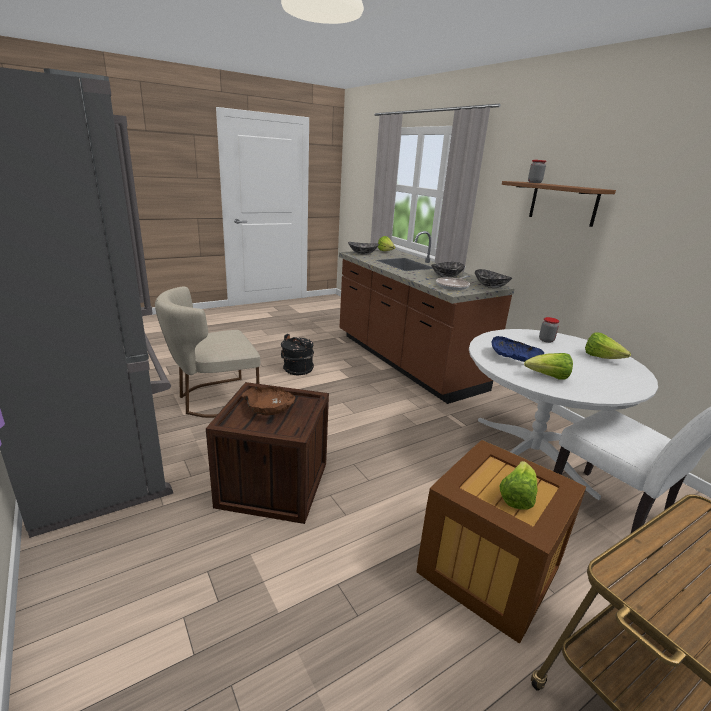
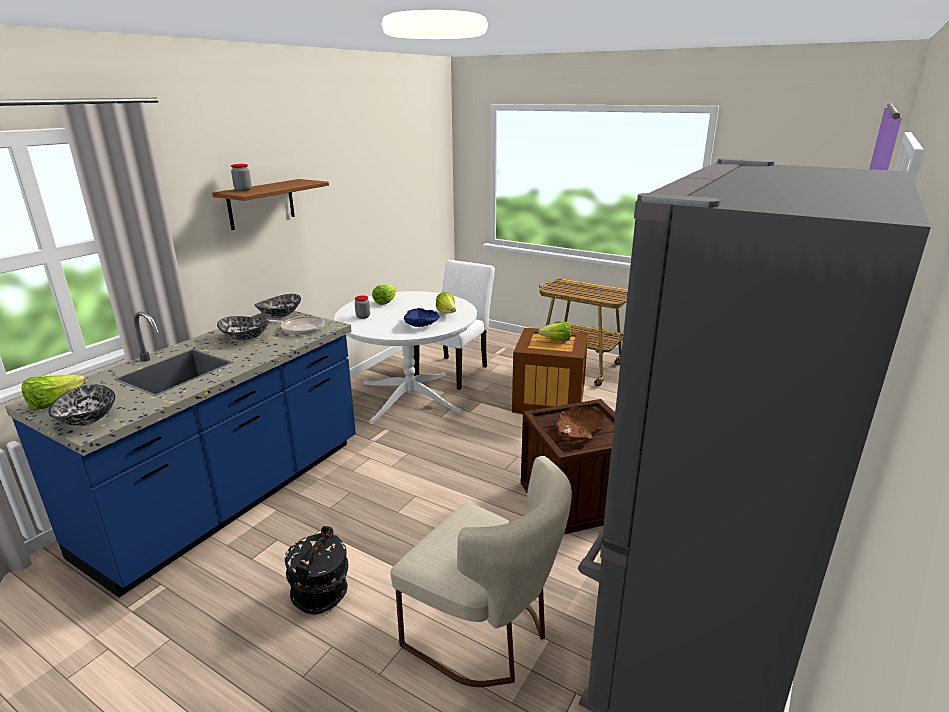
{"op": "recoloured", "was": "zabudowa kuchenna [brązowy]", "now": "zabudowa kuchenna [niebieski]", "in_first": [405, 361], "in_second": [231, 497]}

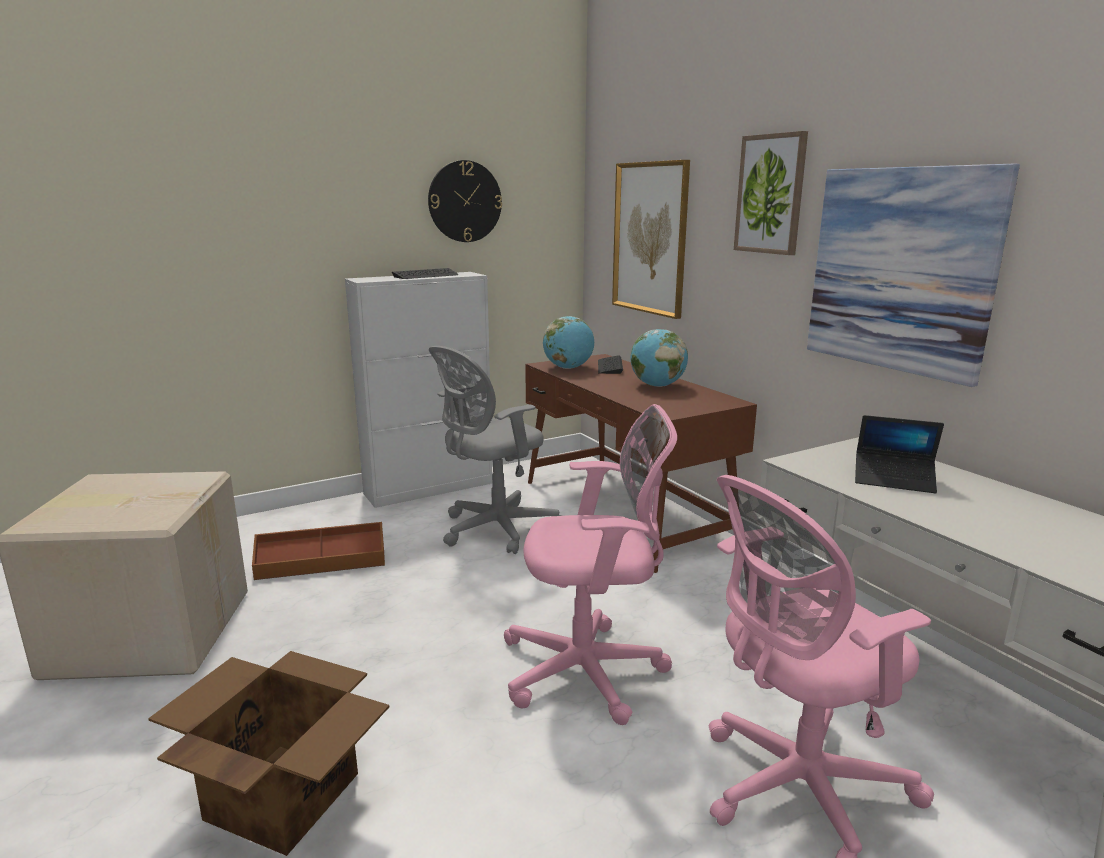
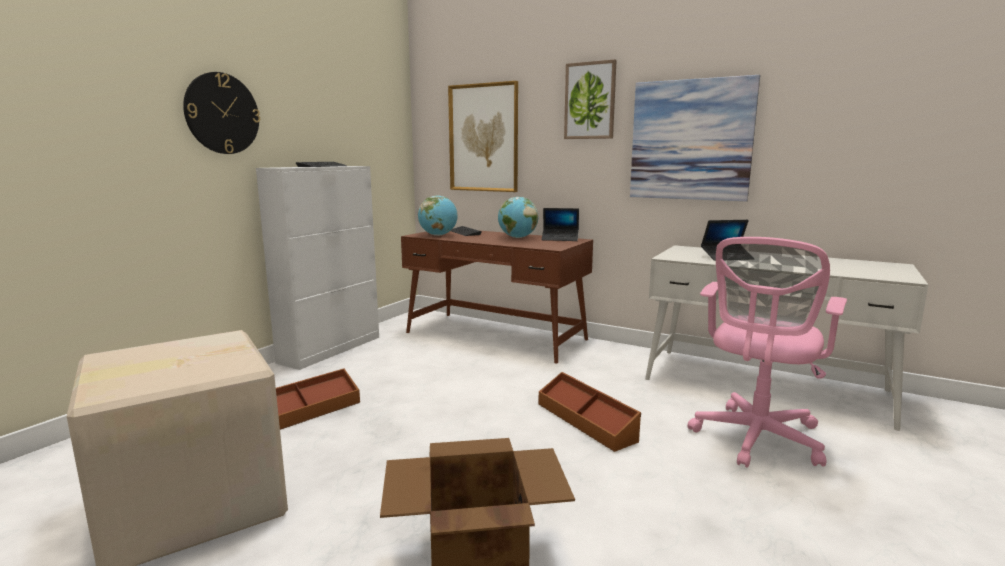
{"op": "moved", "was": "zegar ścienny", "in_first": [465, 201], "in_second": [222, 113]}
{"op": "removed", "was": "krzesło biurowe [szary]", "in_first": [494, 529]}
{"op": "replaced", "was": "krzesło biurowe [różowy]", "now": "pojemnik do przechowywania [brązowy]", "in_first": [590, 671], "in_second": [586, 421]}
{"op": "added", "now": "laptop", "in_second": [560, 239]}

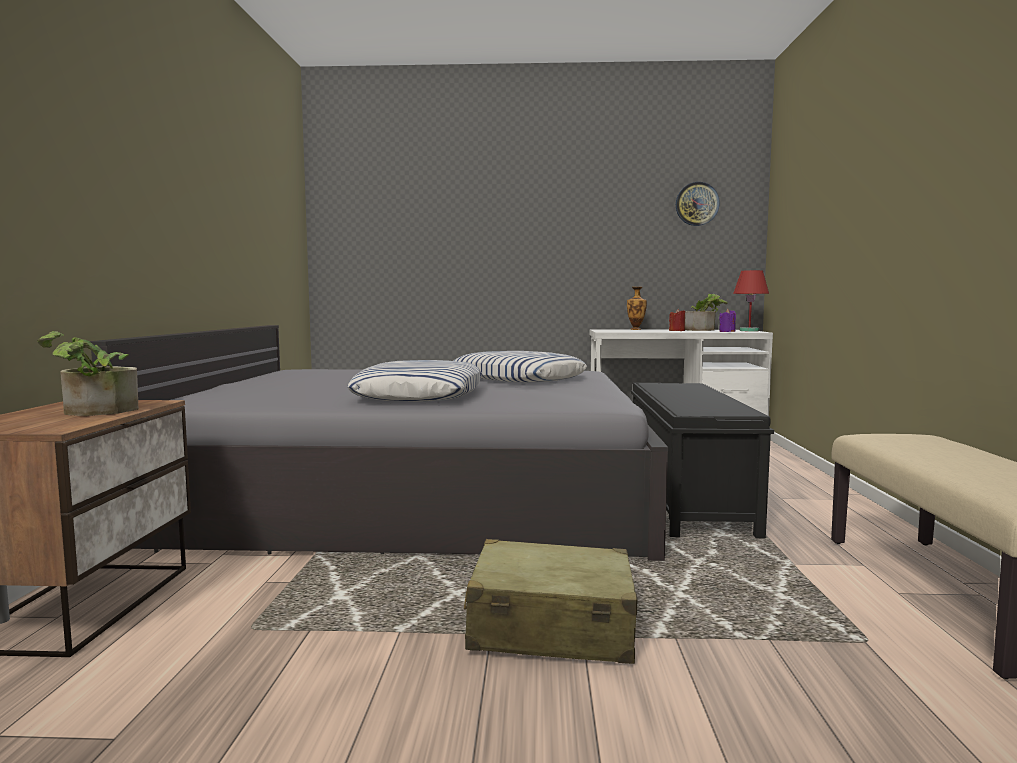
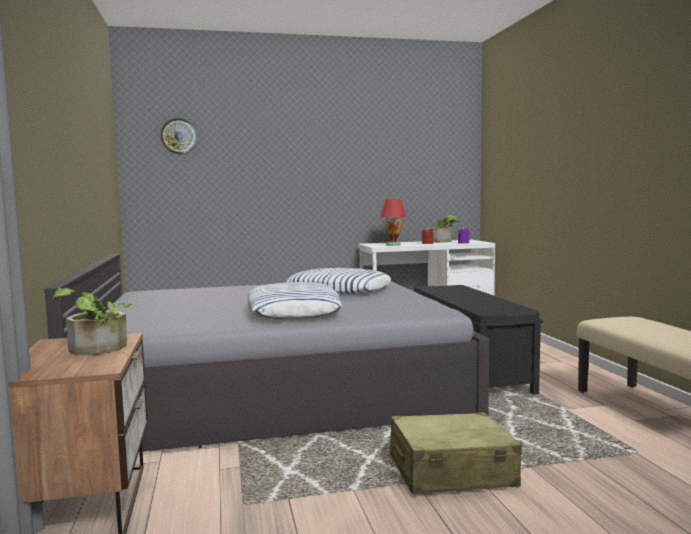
{"op": "moved", "was": "zegar ścienny", "in_first": [697, 204], "in_second": [179, 136]}
{"op": "moved", "was": "lampa stołowa [czerwony]", "in_first": [748, 331], "in_second": [392, 245]}

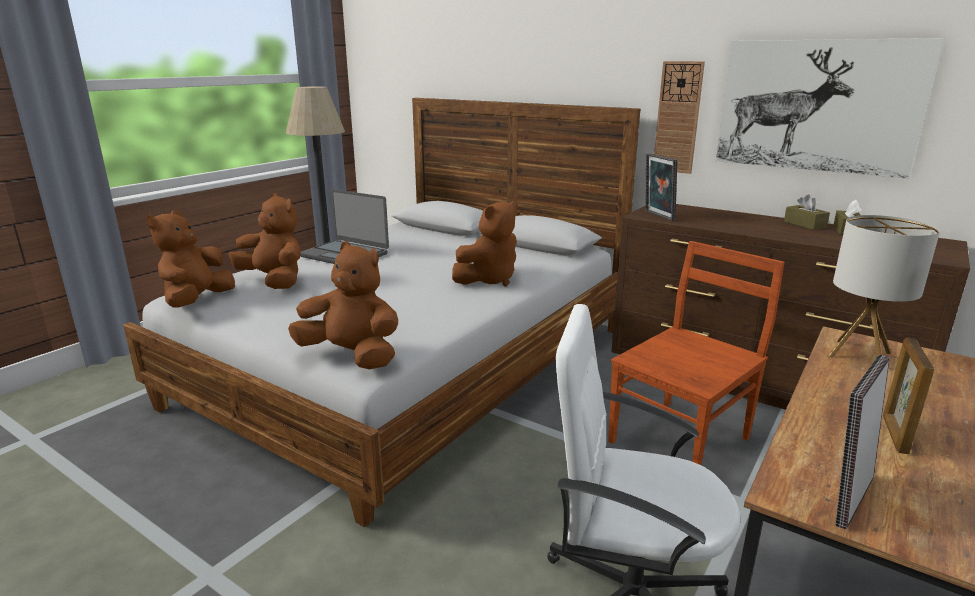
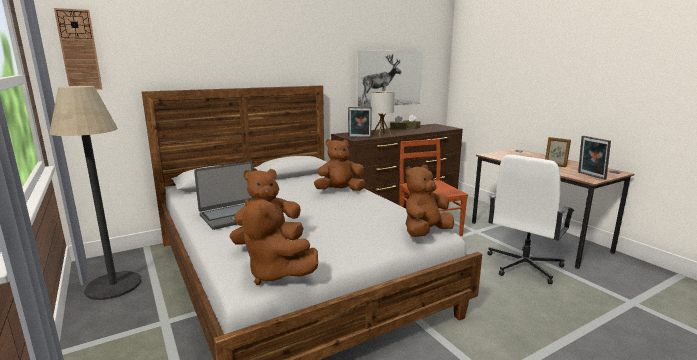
{"op": "moved", "was": "zegar ścienny", "in_first": [678, 118], "in_second": [79, 50]}
{"op": "turned", "was": "pluszak [brązowy]", "in_first": [489, 280], "in_second": [339, 191], "clockwise": -90}
{"op": "moved", "was": "lampa stołowa", "in_first": [859, 354], "in_second": [381, 135]}

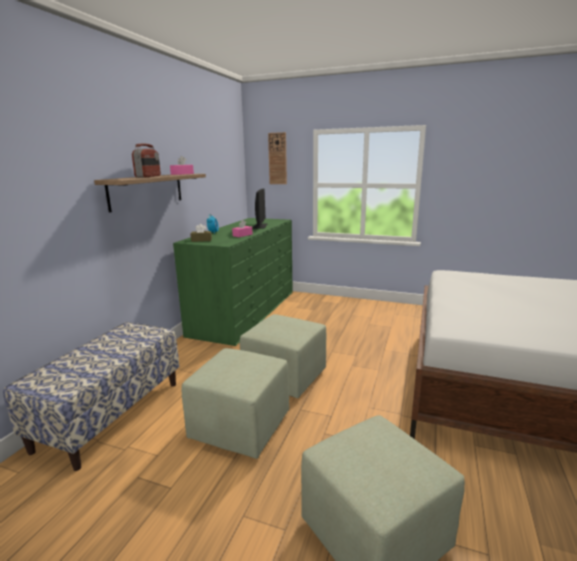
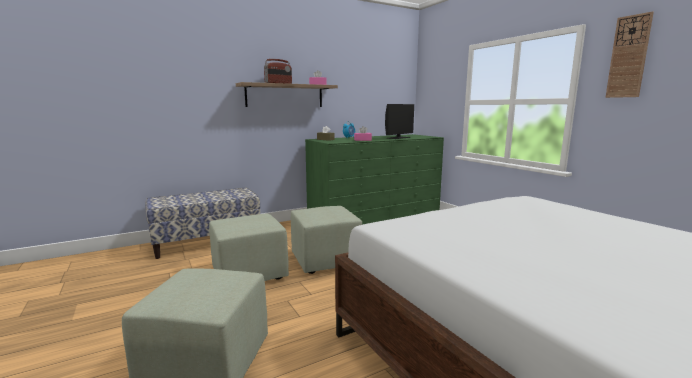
{"op": "moved", "was": "zegar ścienny", "in_first": [277, 158], "in_second": [628, 57]}

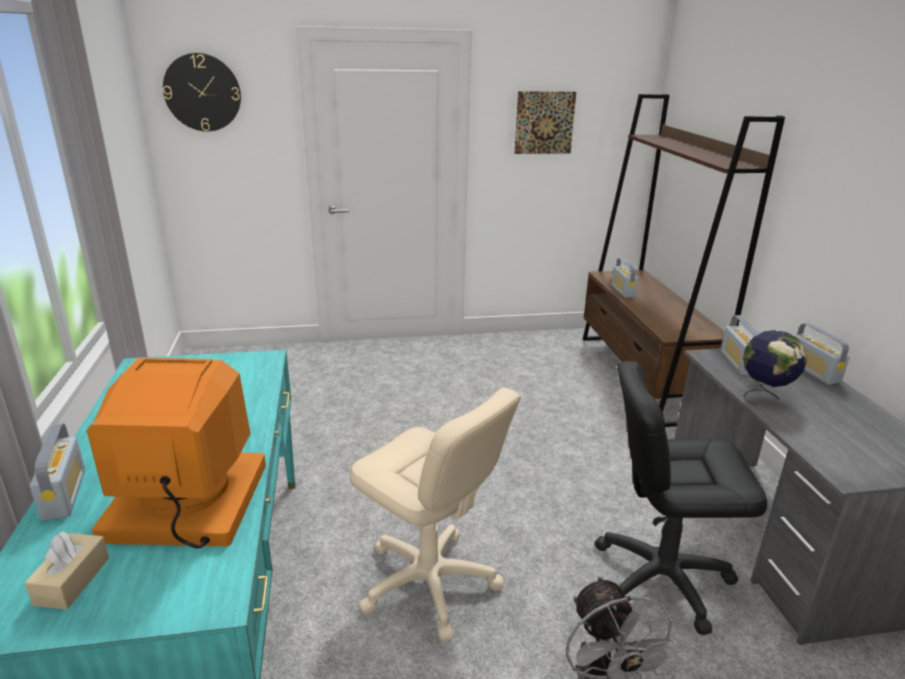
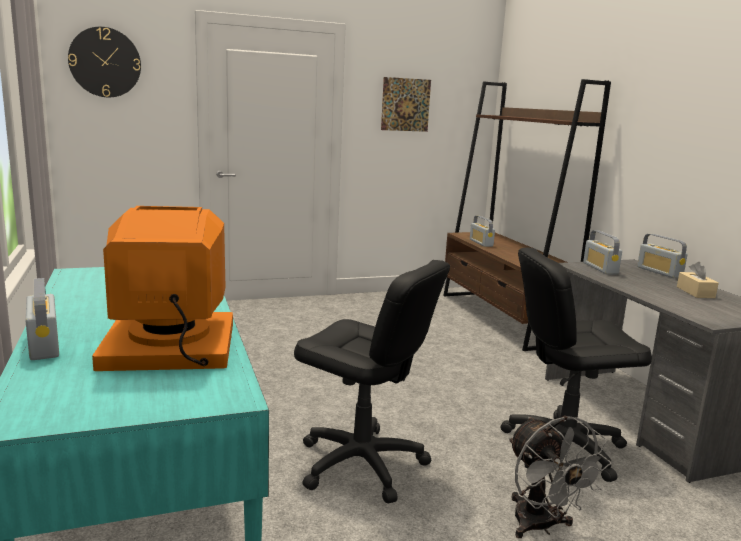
{"op": "removed", "was": "globus", "in_first": [764, 396]}
{"op": "recoloured", "was": "krzesło biurowe [beżowy]", "now": "krzesło biurowe [czarny]", "in_first": [428, 583], "in_second": [361, 464]}
{"op": "moved", "was": "pudełko chusteczek [beżowy]", "in_first": [72, 581], "in_second": [695, 292]}

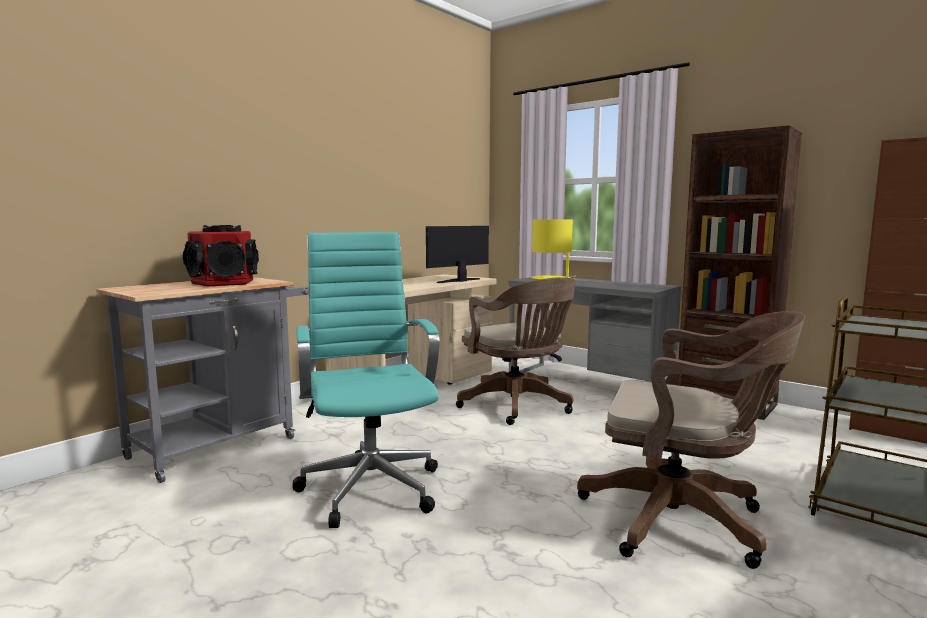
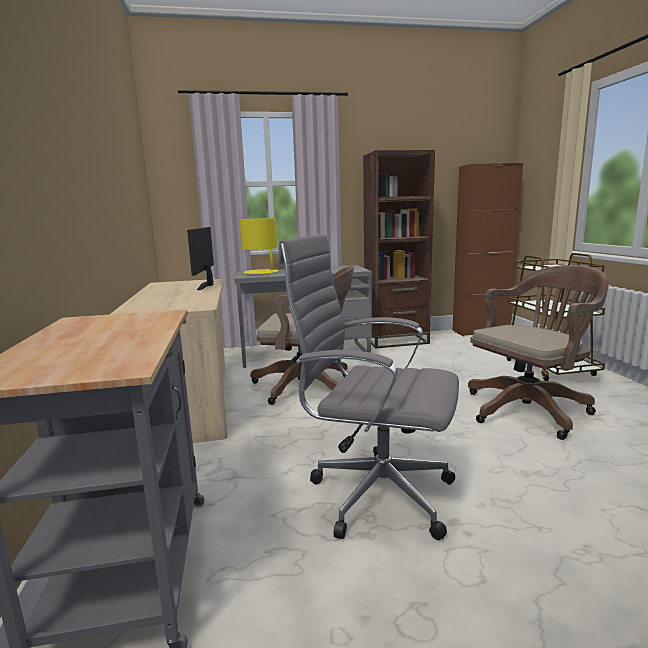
{"op": "removed", "was": "głośnik", "in_first": [223, 283]}
{"op": "recoloured", "was": "krzesło biurowe [turkusowy]", "now": "krzesło biurowe [szary]", "in_first": [370, 486], "in_second": [374, 493]}

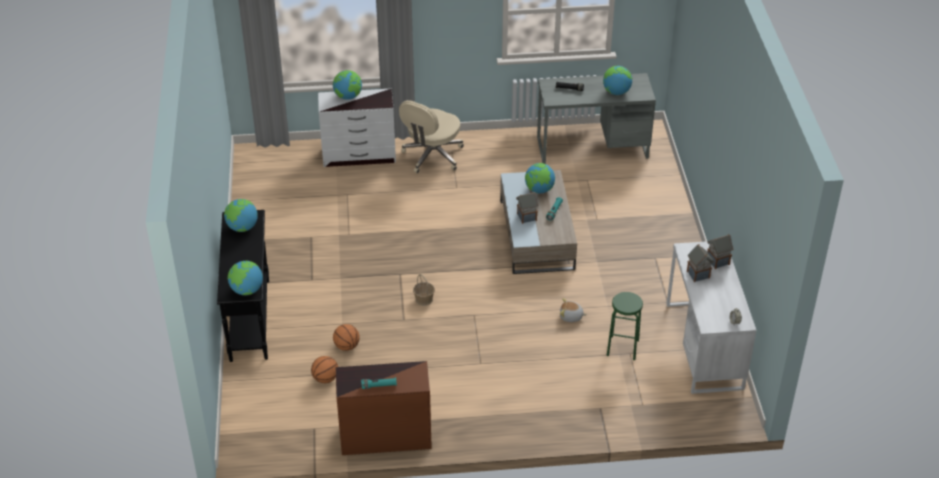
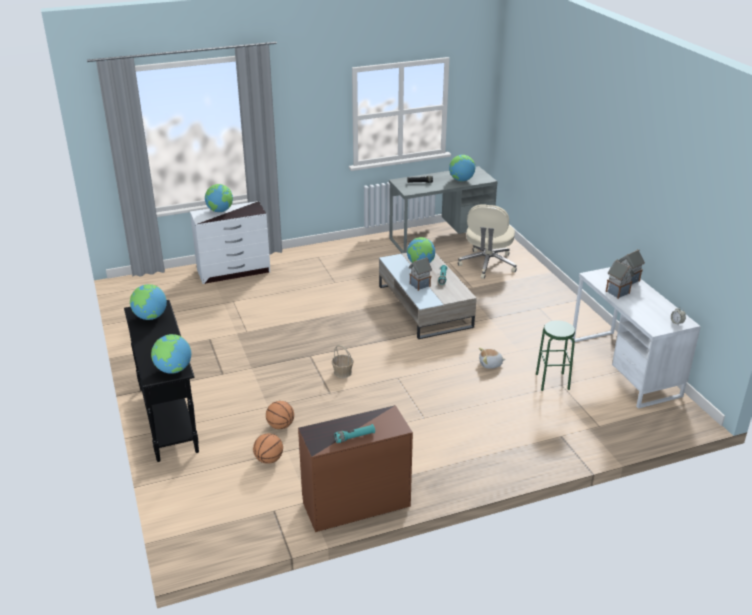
{"op": "moved", "was": "krzesło biurowe [beżowy]", "in_first": [432, 156], "in_second": [487, 265]}

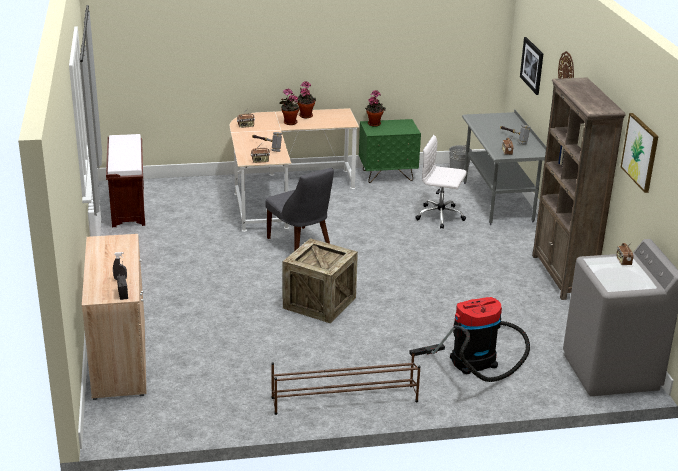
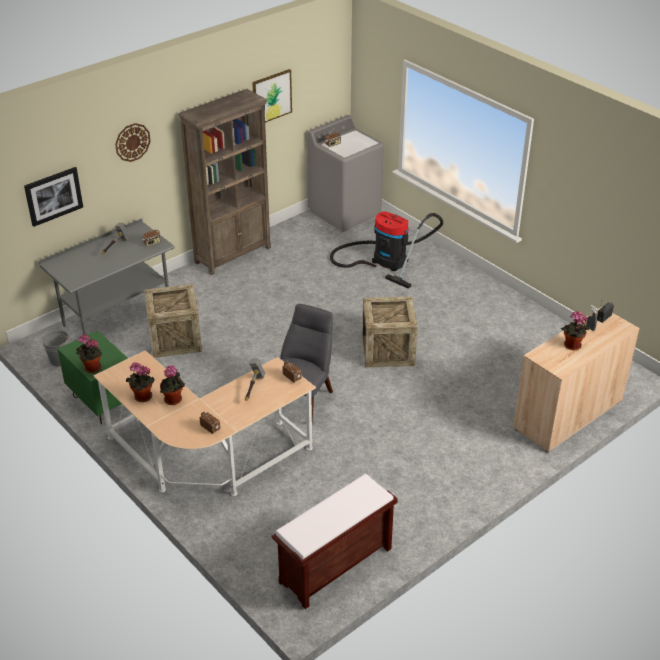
{"op": "replaced", "was": "krzesło biurowe [biały]", "now": "skrzynka", "in_first": [441, 216], "in_second": [175, 339]}
{"op": "removed", "was": "regał na buty [brązowy]", "in_first": [344, 399]}
{"op": "added", "now": "roślina doniczkowa", "in_second": [571, 346]}

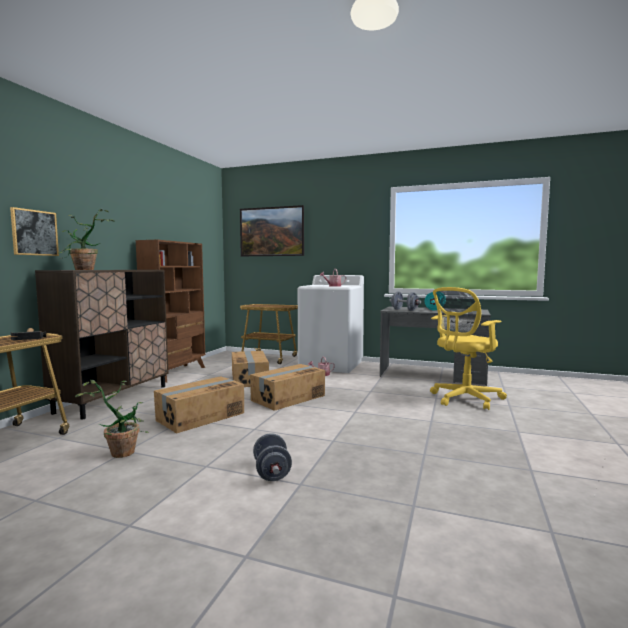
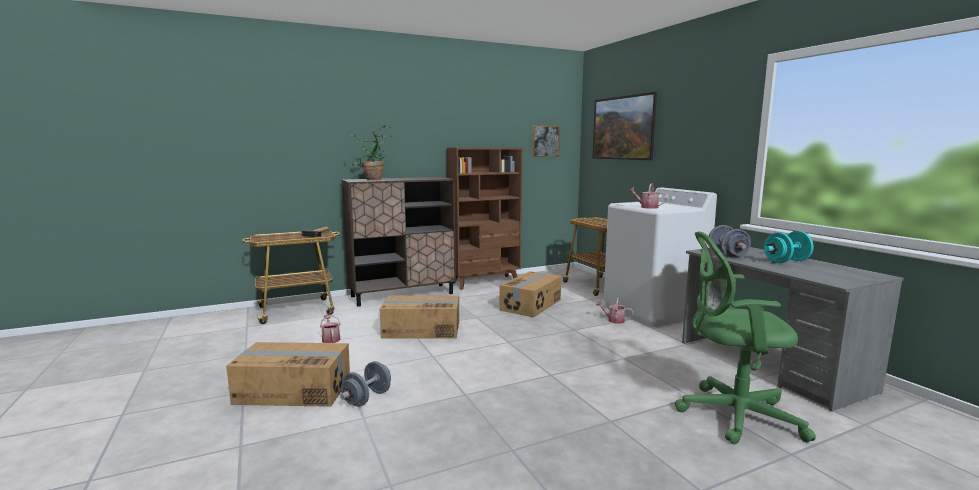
{"op": "moved", "was": "obraz", "in_first": [34, 233], "in_second": [545, 141]}
{"op": "recoloured", "was": "krzesło biurowe [żółty]", "now": "krzesło biurowe [zielony]", "in_first": [464, 399], "in_second": [732, 415]}
{"op": "moved", "was": "karton", "in_first": [288, 398], "in_second": [293, 390]}
{"op": "replaced", "was": "roślina doniczkowa", "now": "konewka", "in_first": [121, 451], "in_second": [330, 339]}

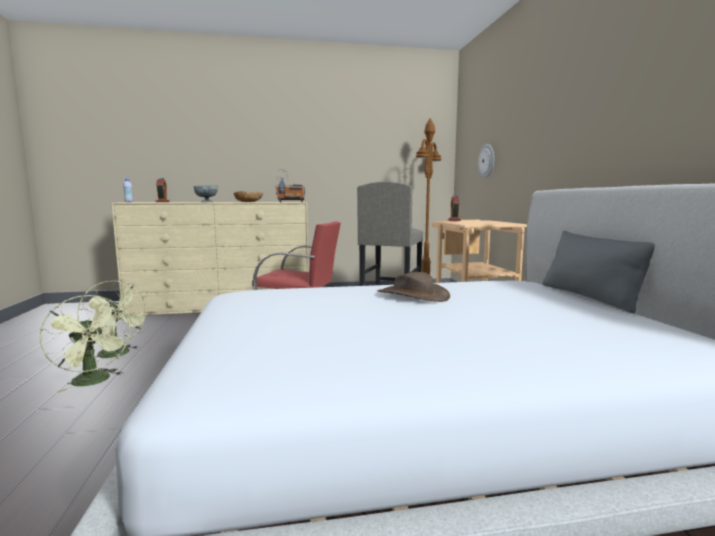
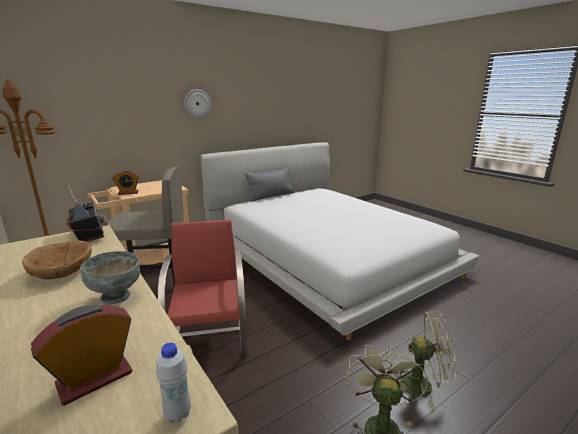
{"op": "moved", "was": "zegar ścienny", "in_first": [487, 161], "in_second": [197, 103]}
{"op": "removed", "was": "kapelusz [brązowy]", "in_first": [413, 295]}
{"op": "turned", "was": "wentylator [zielony]", "in_first": [94, 382], "in_second": [423, 385], "clockwise": 75}

